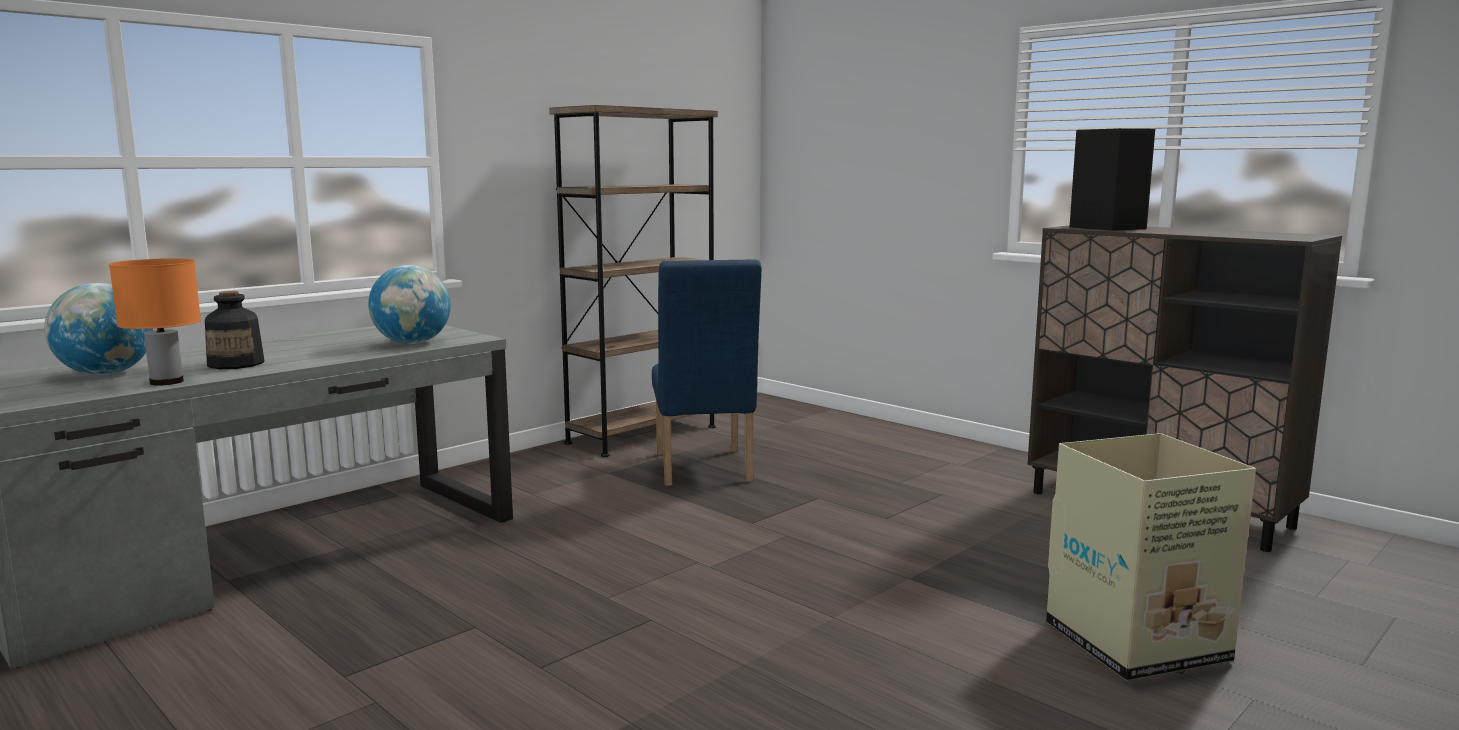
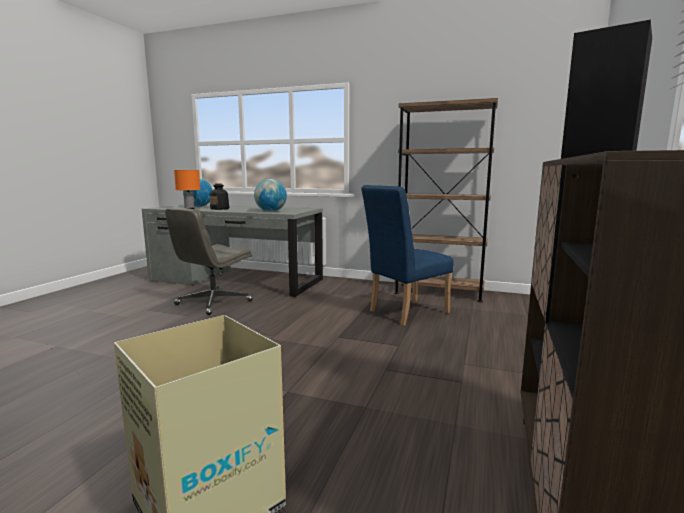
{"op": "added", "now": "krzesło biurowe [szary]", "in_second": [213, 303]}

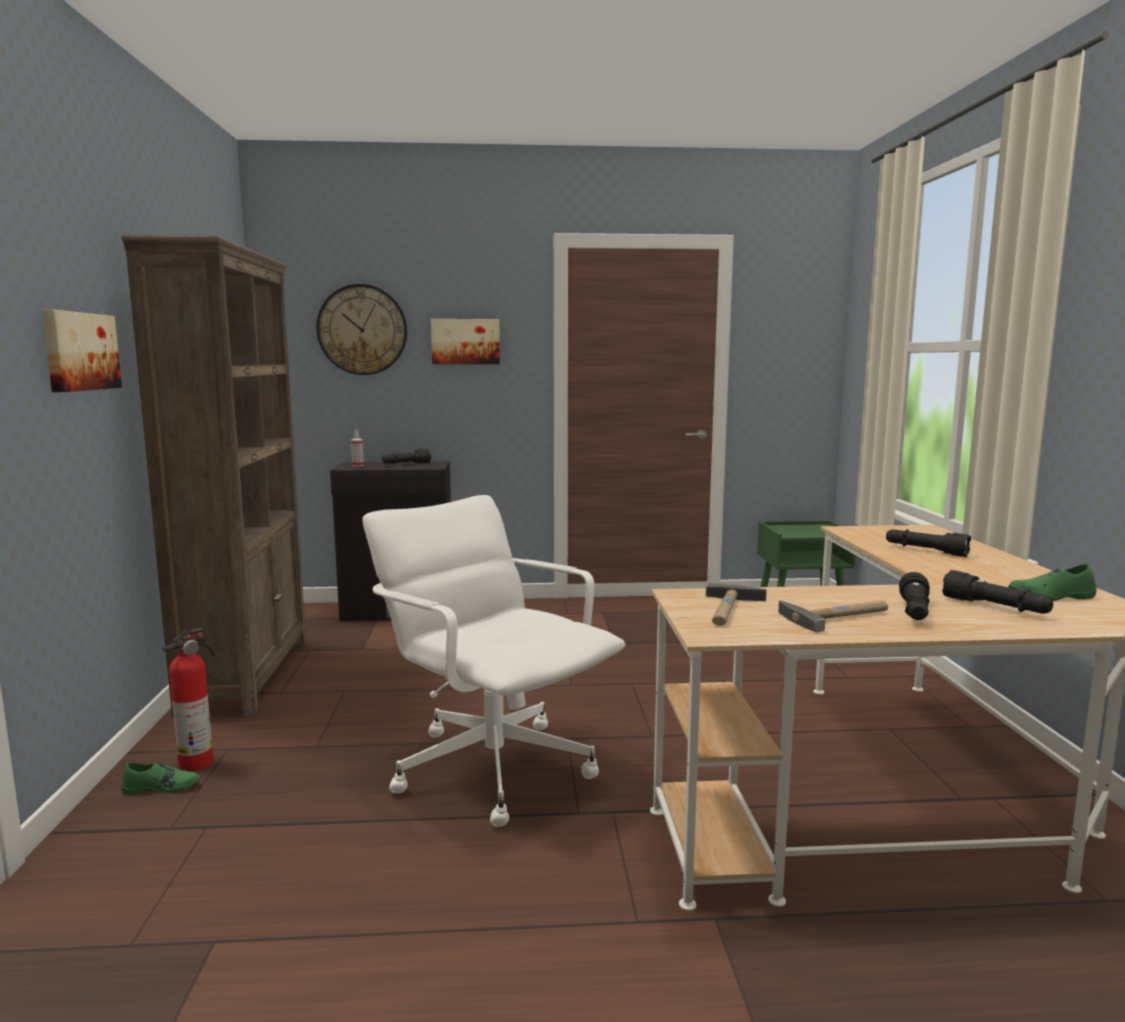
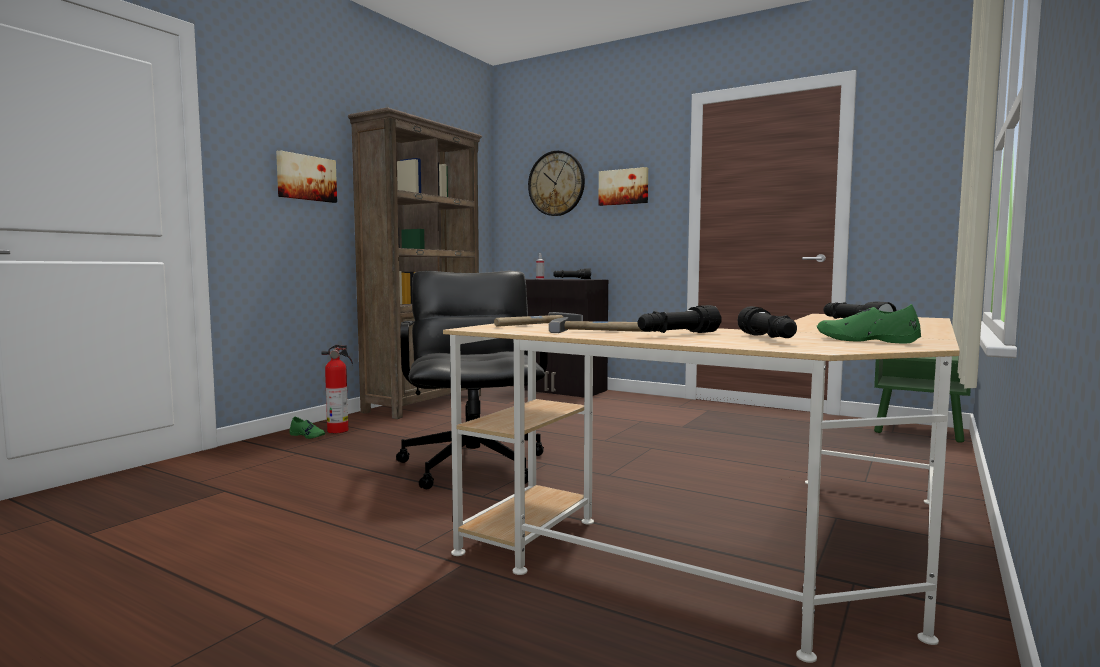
{"op": "recoloured", "was": "krzesło biurowe [biały]", "now": "krzesło biurowe [czarny]", "in_first": [493, 767], "in_second": [474, 465]}

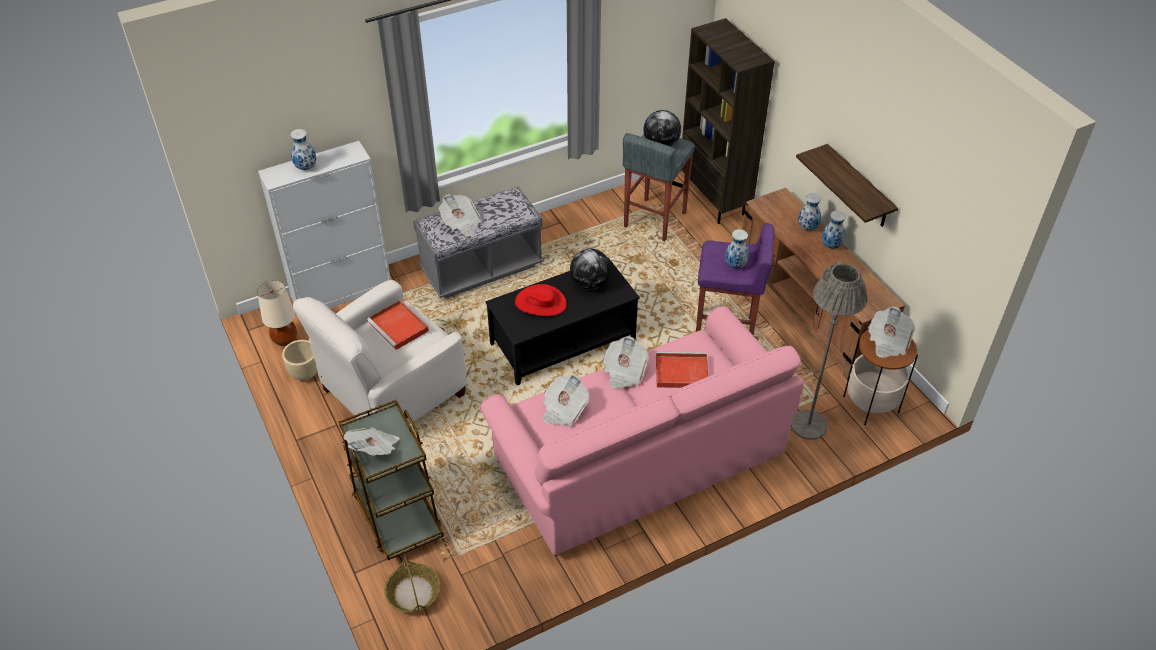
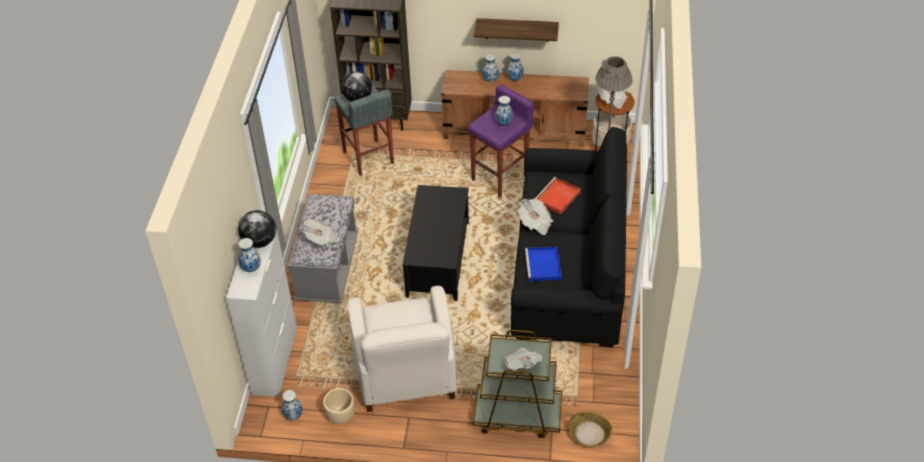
{"op": "moved", "was": "globus", "in_first": [590, 284], "in_second": [260, 241]}
{"op": "replaced", "was": "lampa stołowa [beżowy]", "now": "wazon", "in_first": [285, 339], "in_second": [293, 416]}
{"op": "removed", "was": "kapelusz [czerwony]", "in_first": [540, 303]}
{"op": "removed", "was": "taca [czerwony]", "in_first": [399, 327]}
{"op": "recoloured", "was": "kanapa [różowy]", "now": "kanapa [czarny]", "in_first": [638, 459], "in_second": [568, 270]}
{"op": "replaced", "was": "gazeta", "now": "taca [niebieski]", "in_first": [563, 410], "in_second": [543, 266]}

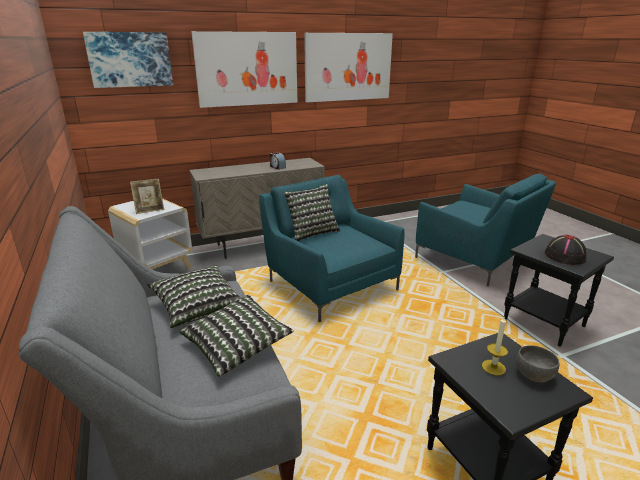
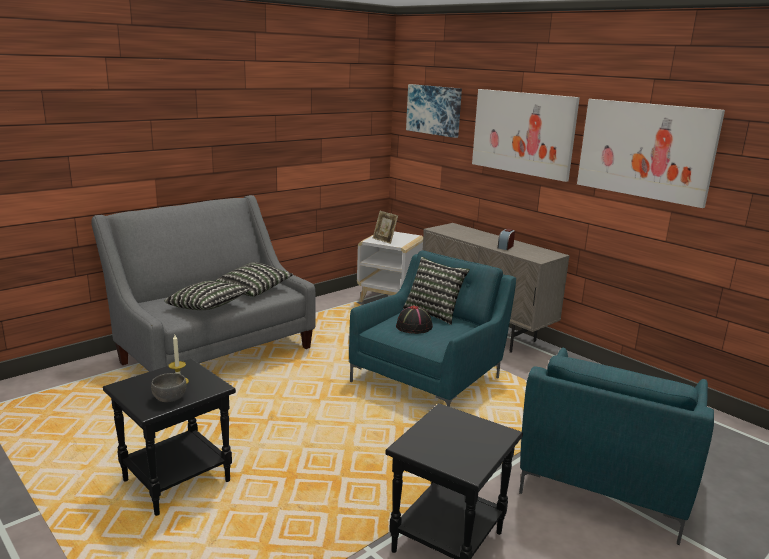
{"op": "moved", "was": "kapelusz [czarny]", "in_first": [565, 256], "in_second": [414, 326]}

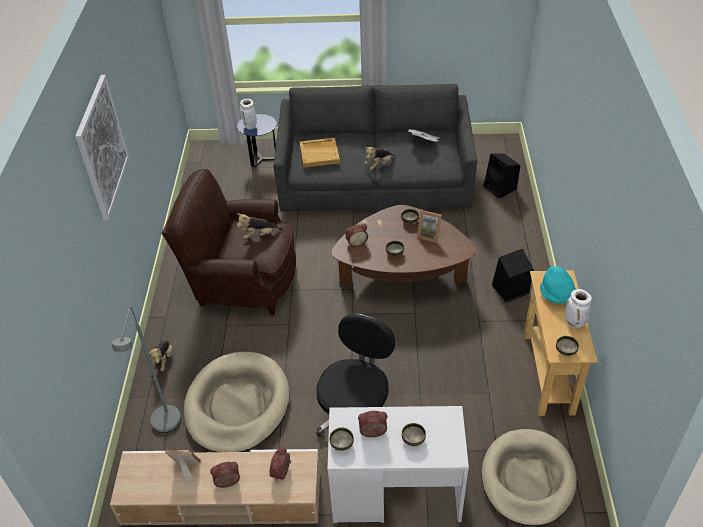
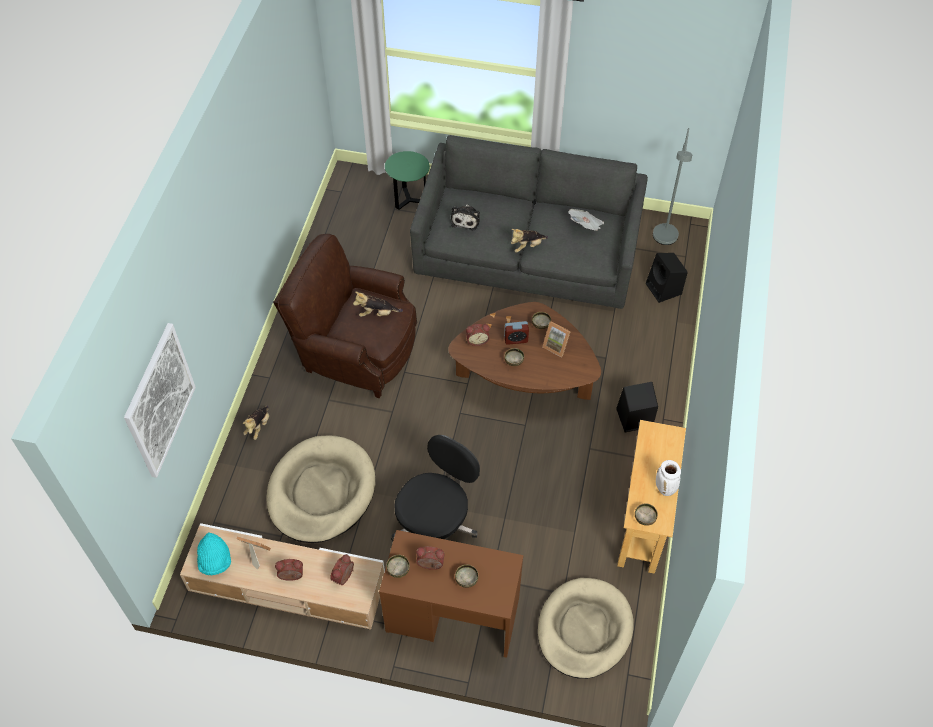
{"op": "moved", "was": "obraz", "in_first": [102, 147], "in_second": [159, 400]}
{"op": "removed", "was": "wazon [biały]", "in_first": [250, 126]}
{"op": "recoloured", "was": "stolik [niebieski]", "now": "stolik [zielony]", "in_first": [261, 159], "in_second": [409, 200]}
{"op": "replaced", "was": "taca [beżowy]", "now": "pluszak", "in_first": [319, 154], "in_second": [466, 219]}
{"op": "moved", "was": "kapelusz [turkusowy]", "in_first": [557, 295], "in_second": [215, 560]}
{"op": "moved", "was": "lampa stojąca [szary]", "in_first": [164, 427], "in_second": [664, 241]}
{"op": "recoloured", "was": "biurko [biały]", "now": "biurko [brązowy]", "in_first": [396, 492], "in_second": [452, 615]}
{"op": "added", "now": "budzik", "in_second": [516, 339]}

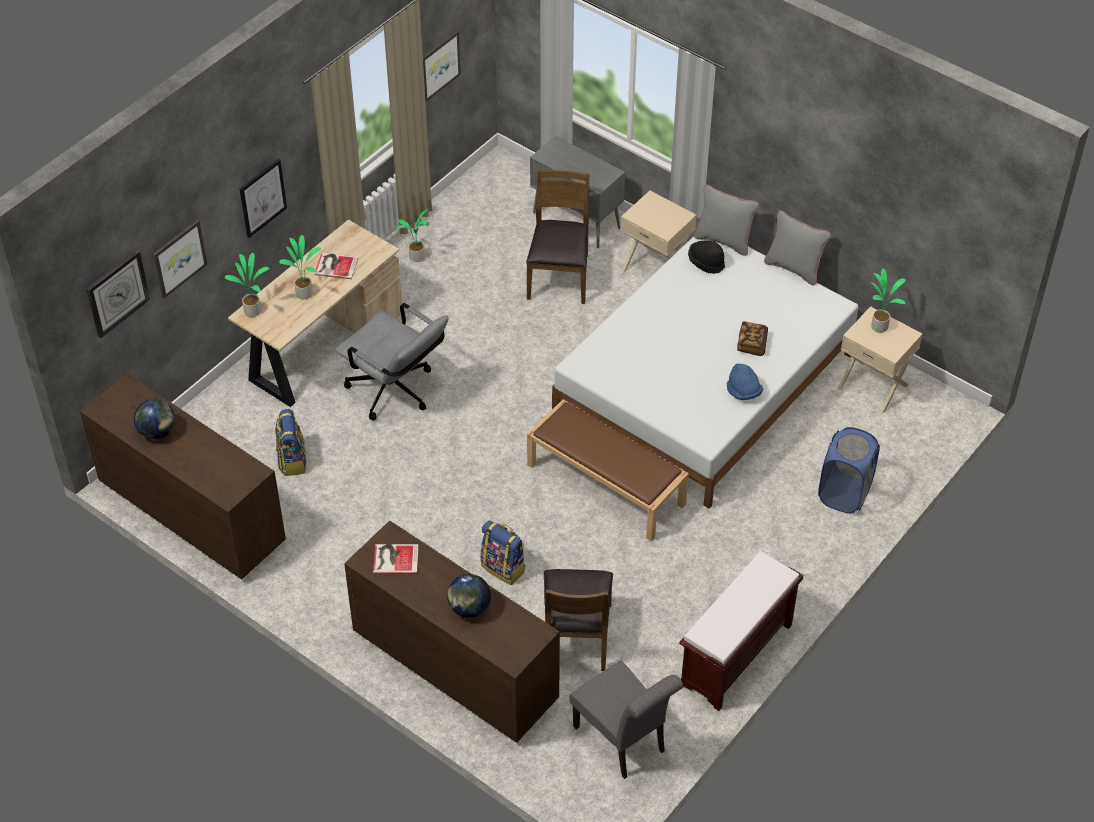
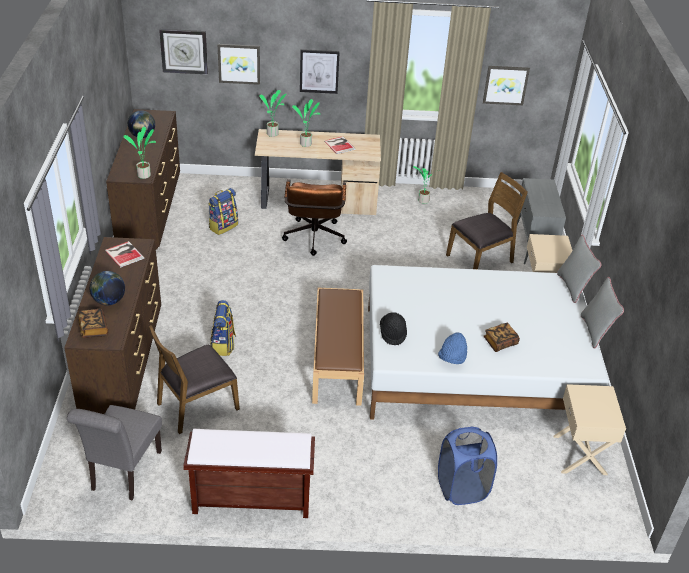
{"op": "moved", "was": "kapelusz [czarny]", "in_first": [706, 263], "in_second": [393, 334]}
{"op": "moved", "was": "roślina doniczkowa", "in_first": [879, 326], "in_second": [145, 175]}
{"op": "recoloured", "was": "krzesło biurowe [szary]", "now": "krzesło biurowe [brązowy]", "in_first": [396, 393], "in_second": [314, 240]}
{"op": "added", "now": "książka", "in_second": [93, 329]}

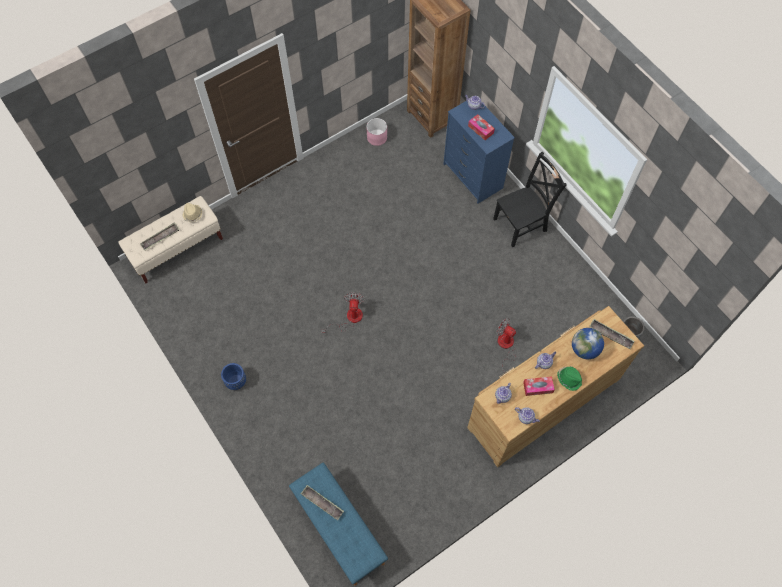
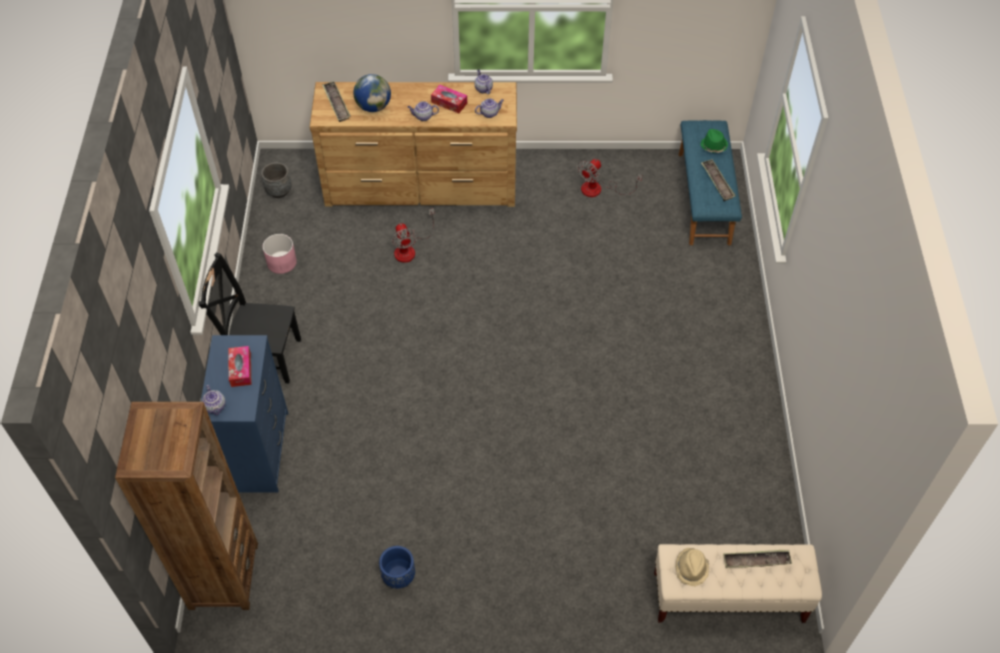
{"op": "moved", "was": "donica [różowy]", "in_first": [377, 137], "in_second": [281, 262]}
{"op": "moved", "was": "wentylator", "in_first": [349, 318], "in_second": [599, 189]}
{"op": "moved", "was": "donica [niebieski]", "in_first": [236, 381], "in_second": [398, 576]}
{"op": "moved", "was": "kapelusz [zielony]", "in_first": [569, 379], "in_second": [713, 146]}

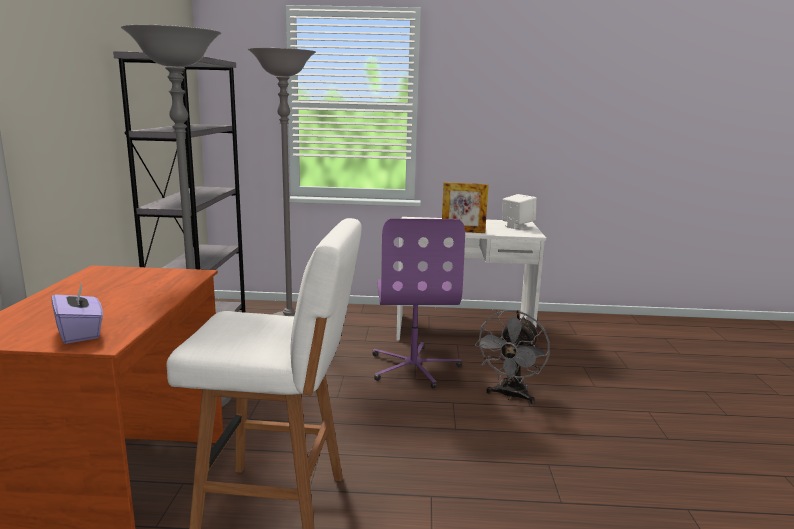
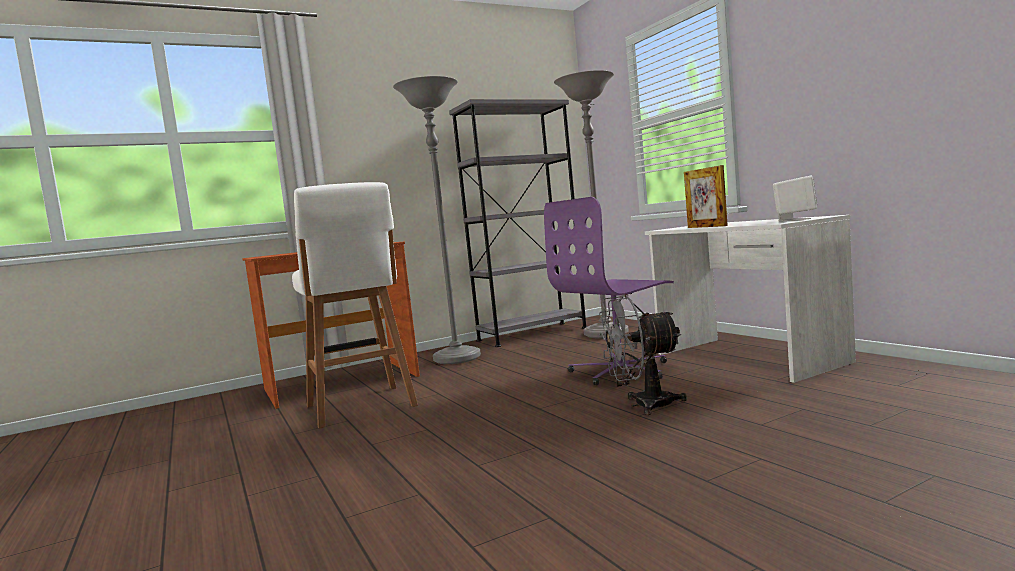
{"op": "removed", "was": "pudełko chusteczek [fioletowy]", "in_first": [80, 332]}

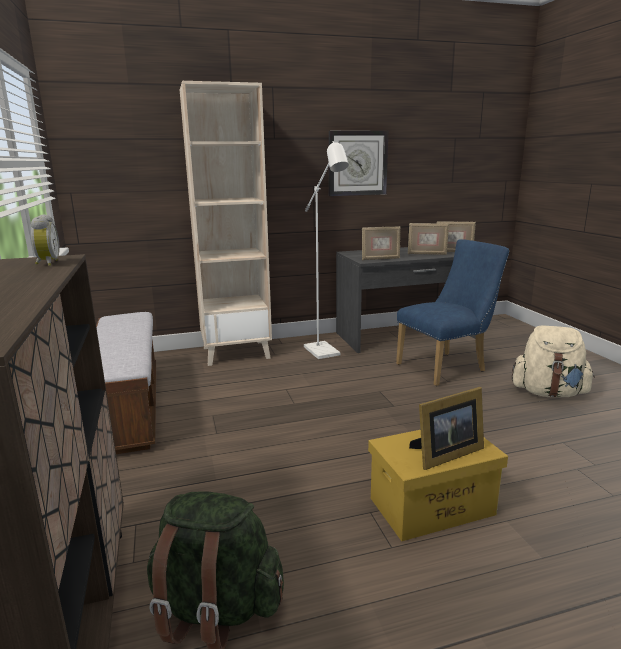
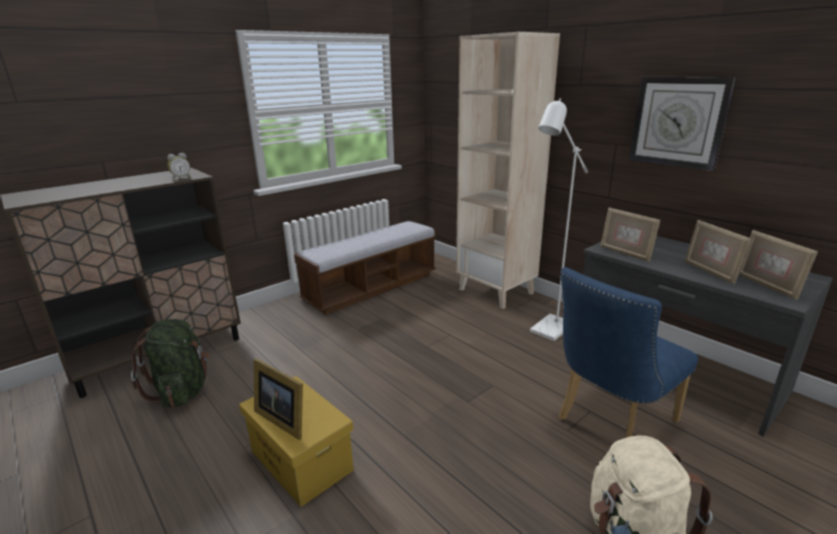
{"op": "turned", "was": "krzesło [niebieski]", "in_first": [446, 367], "in_second": [609, 422], "clockwise": 105}

